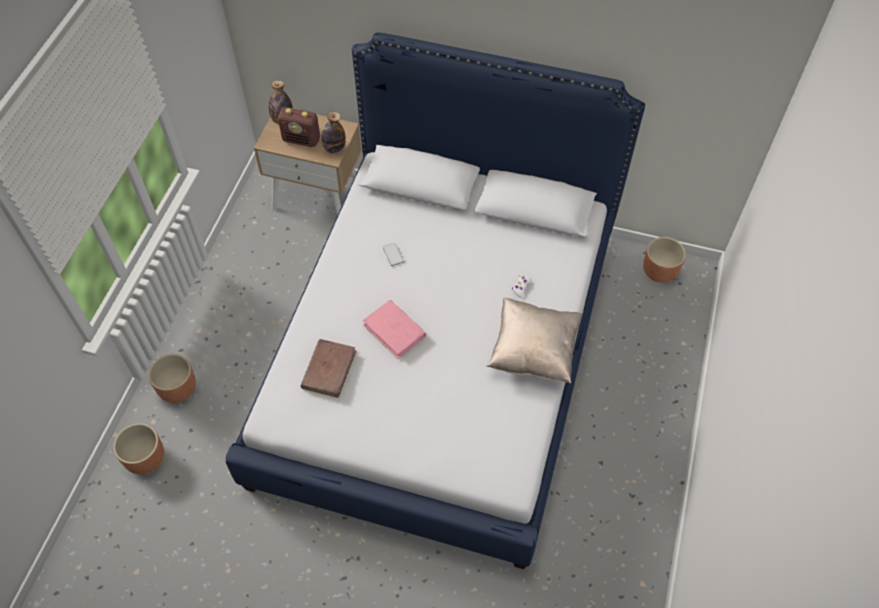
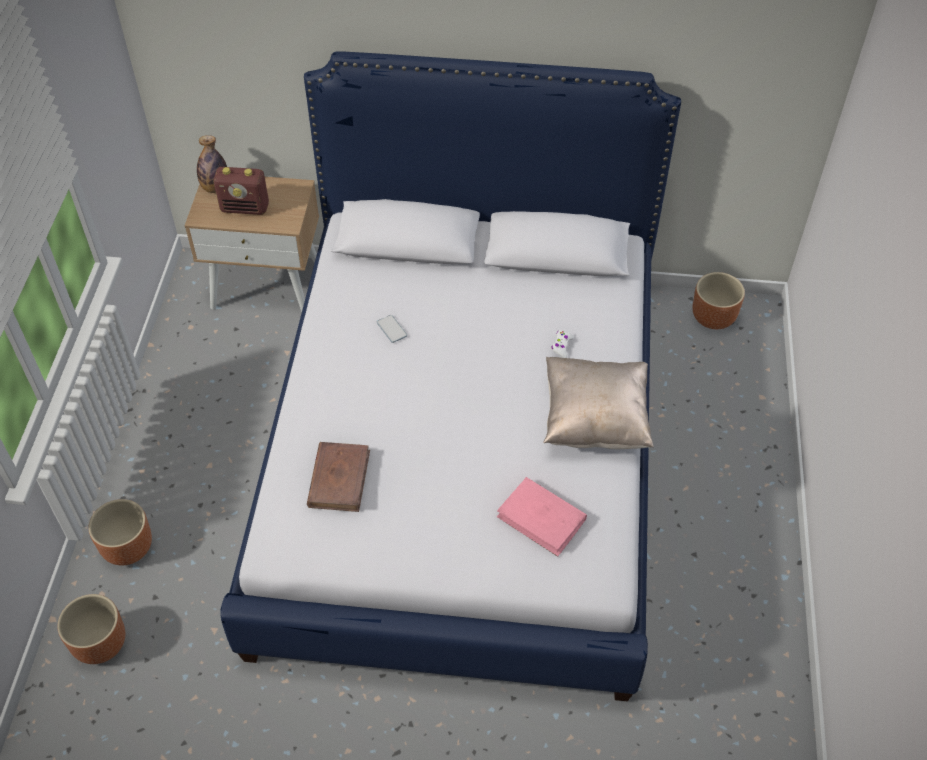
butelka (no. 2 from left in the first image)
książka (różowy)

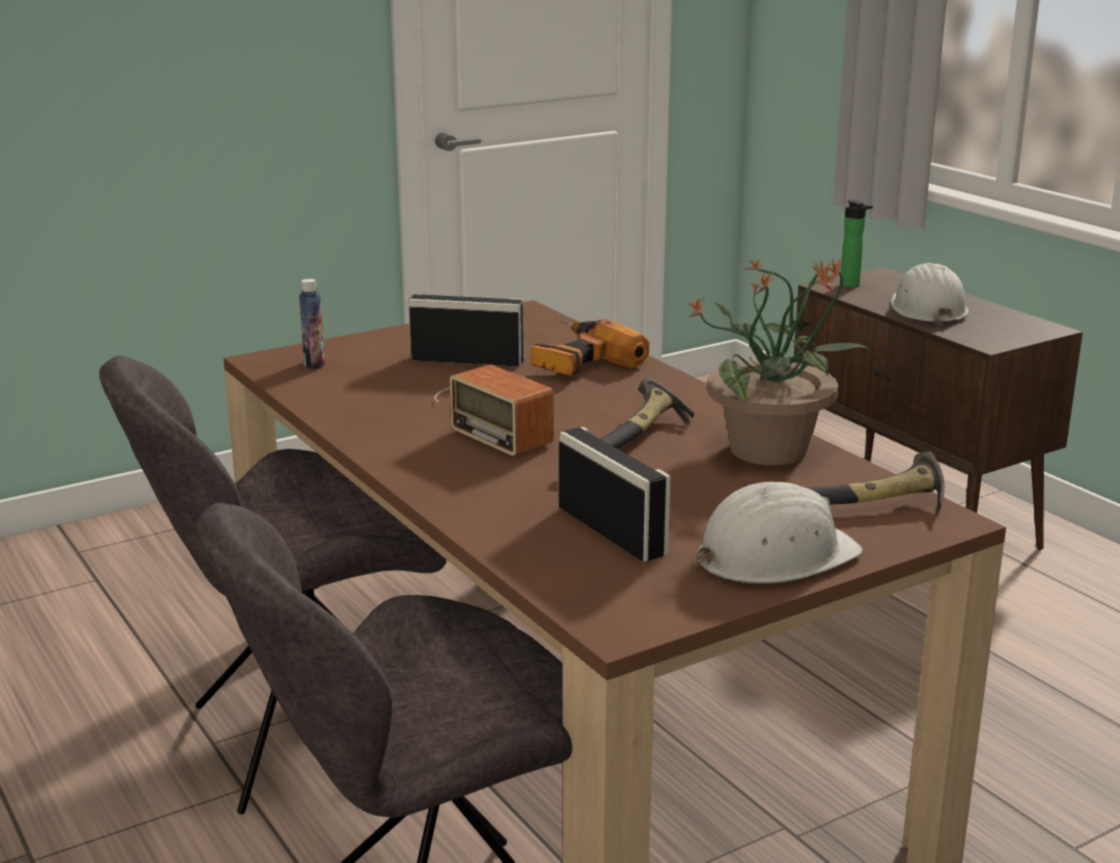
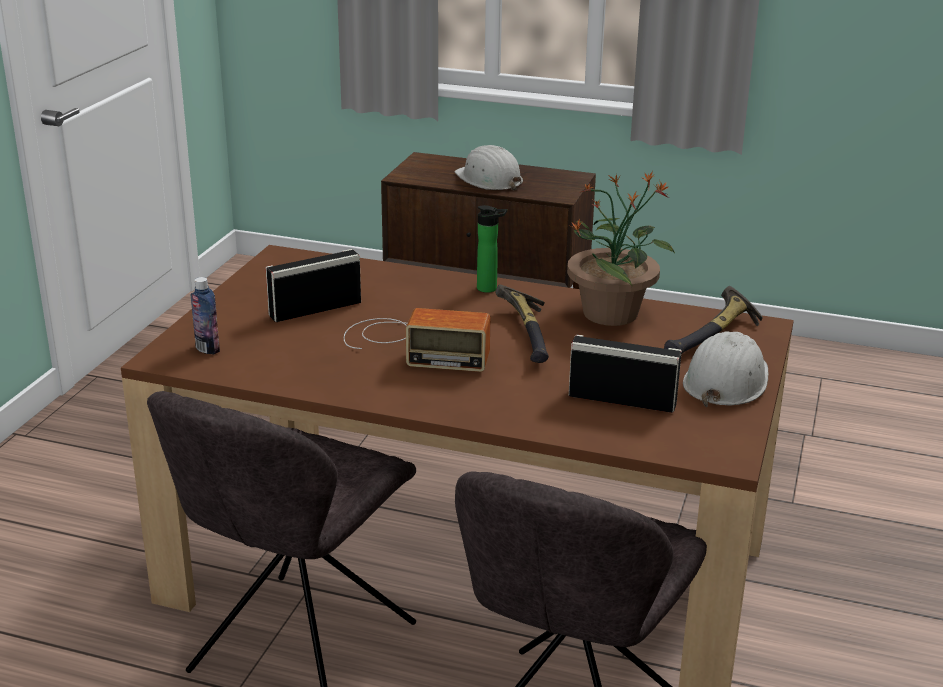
wiertarka
butelka (no. 2 from left)

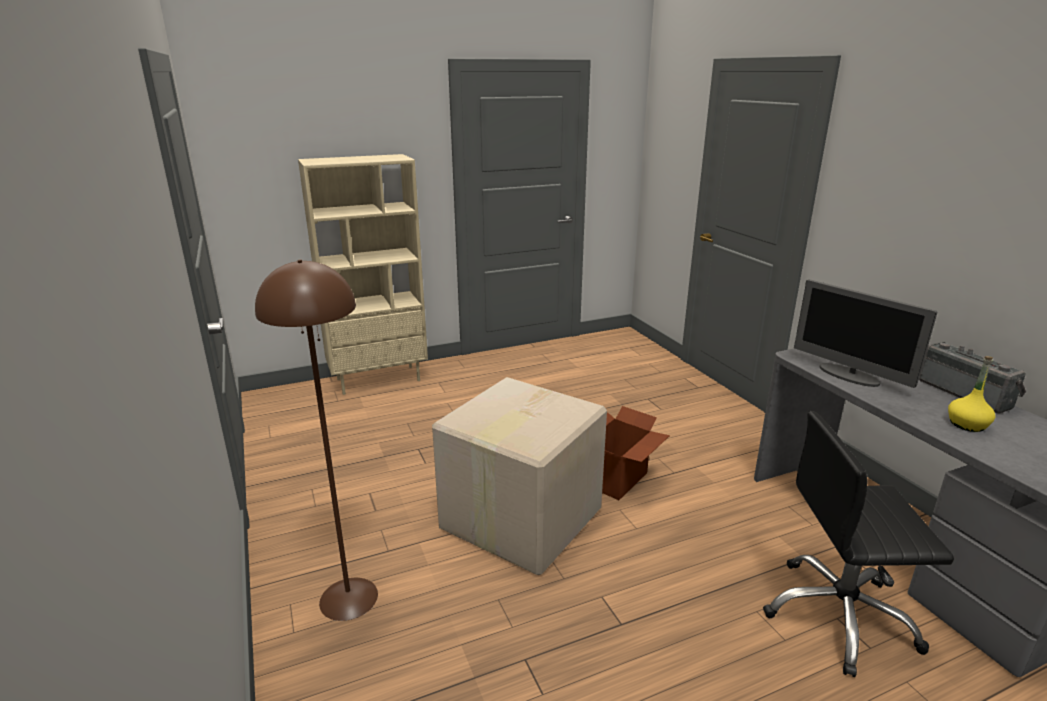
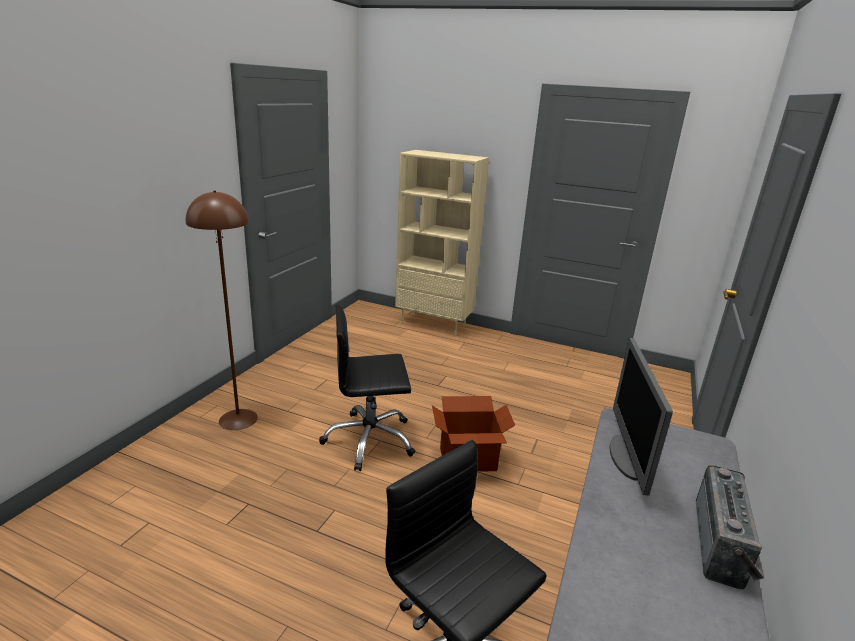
krzesło biurowe (czarny) (no. 1 from left)
butelka (żółty)

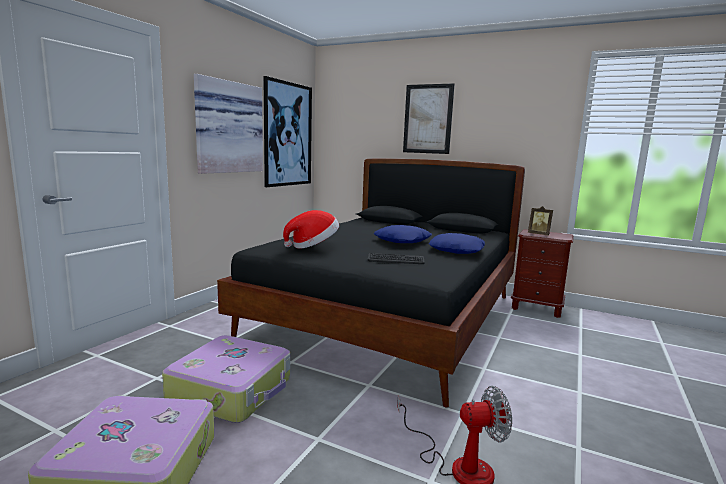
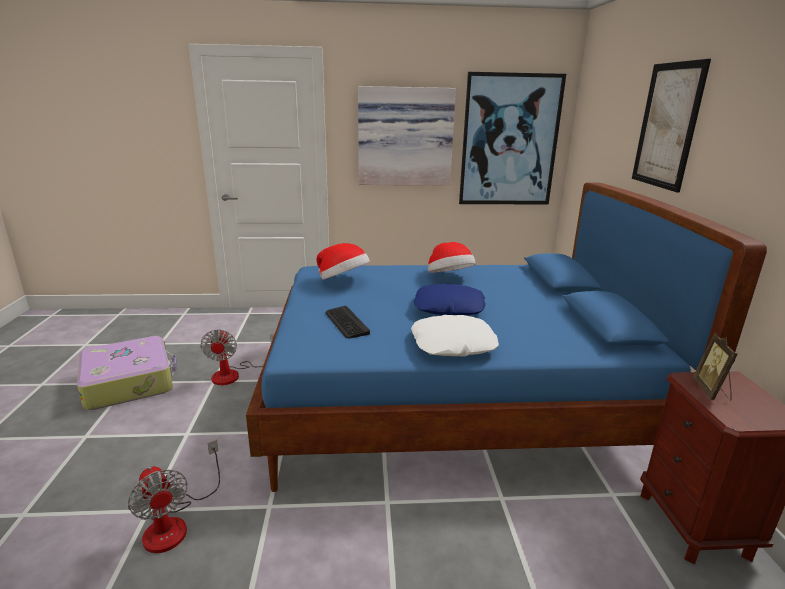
wentylator (no. 2 from left)
łóżko (niebieski)
poduszka (biały)
kapelusz (no. 2 from left)

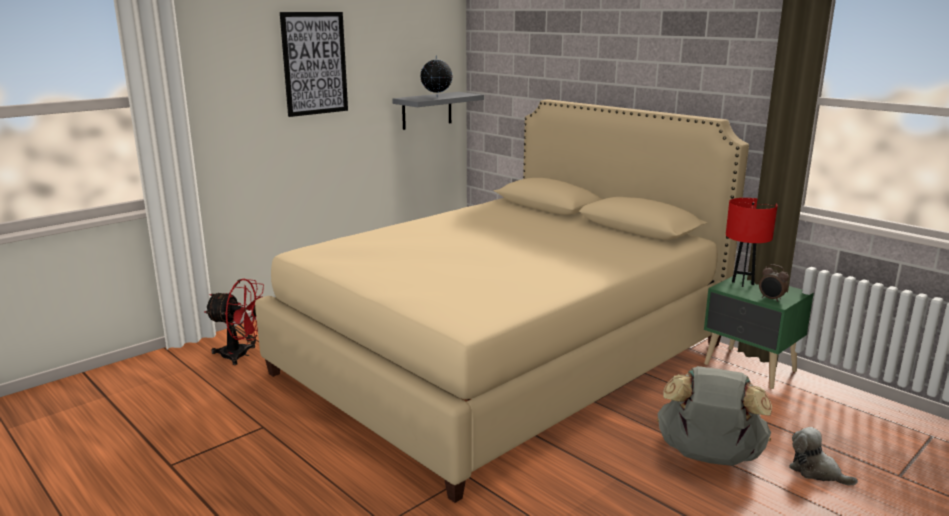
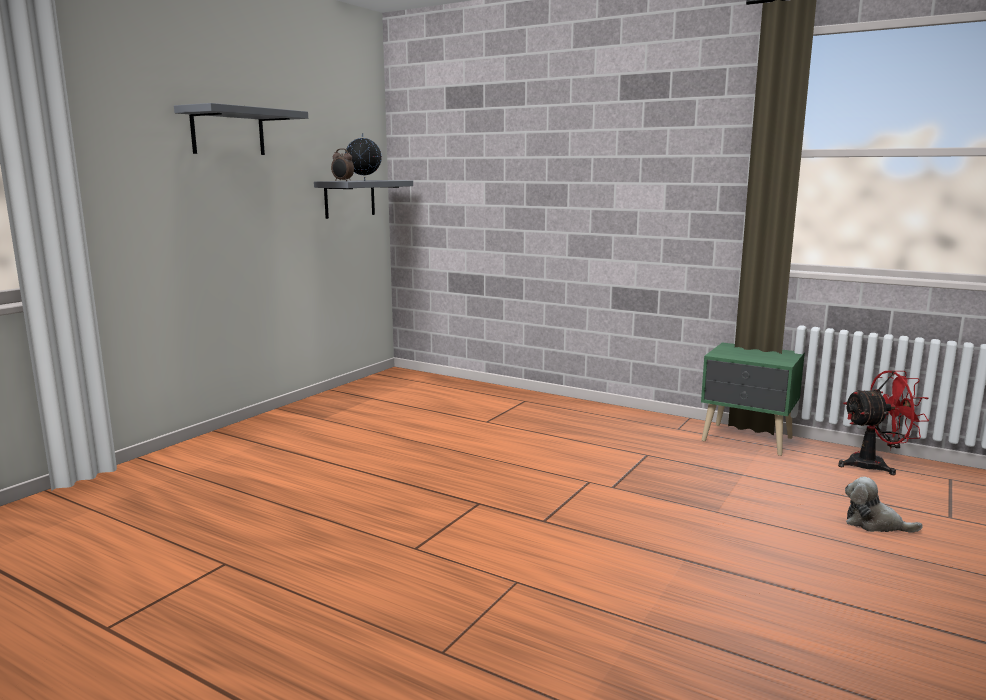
wentylator (czerwony)
łóżko (beżowy)
półka (szary) (no. 1 from left)
plecak (szary)
lampa stołowa (czerwony)
budzik

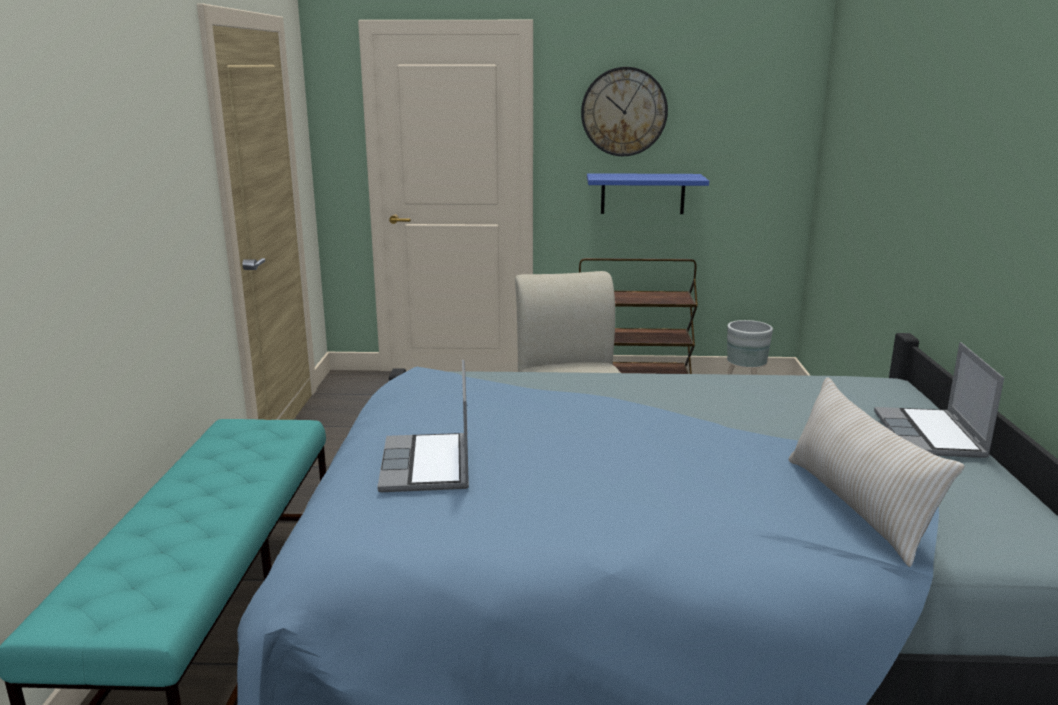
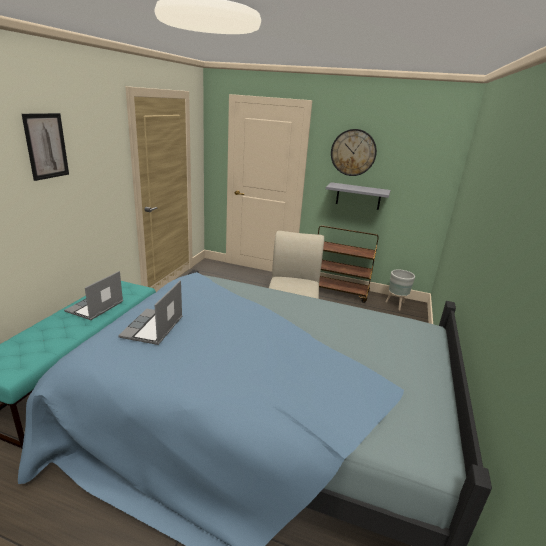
półka (szary)
poduszka (beżowy)
laptop (no. 1 from left)
obraz

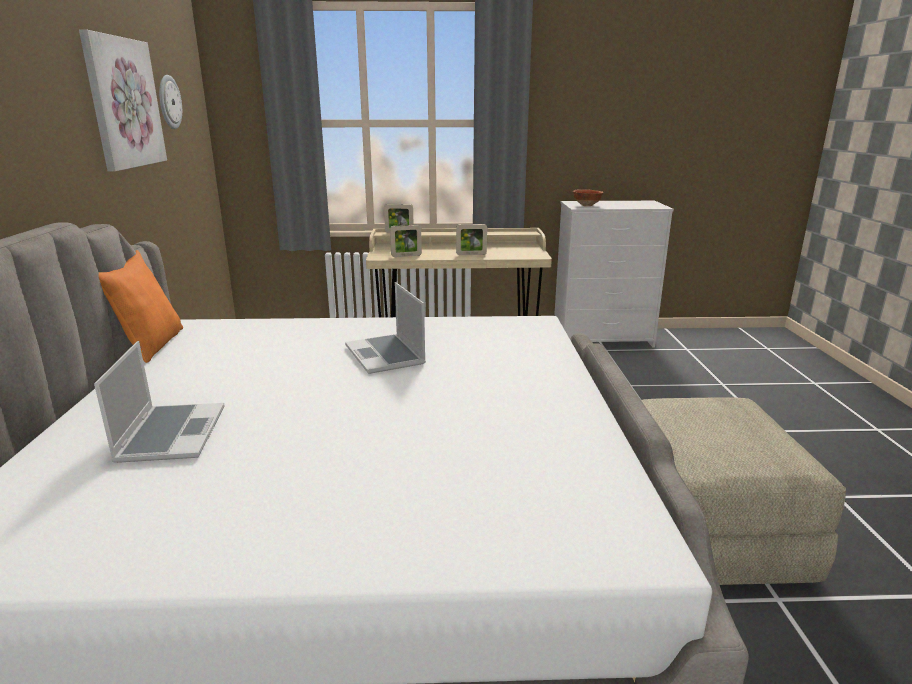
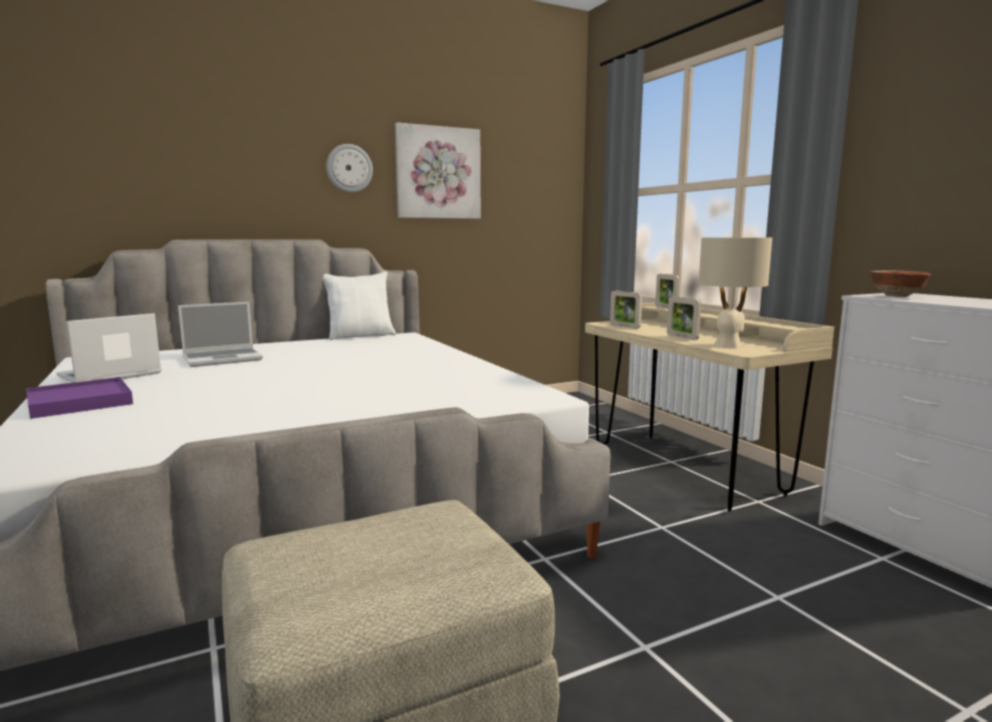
poduszka (biały)
zegar ścienny
laptop (no. 1 from left)
taca (fioletowy)
lampa stołowa (beżowy)

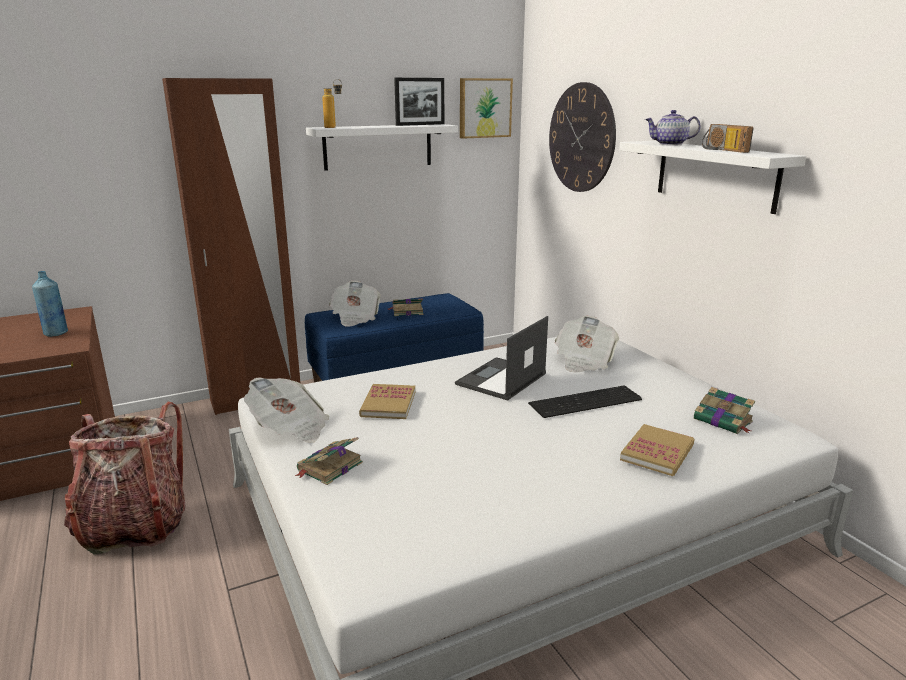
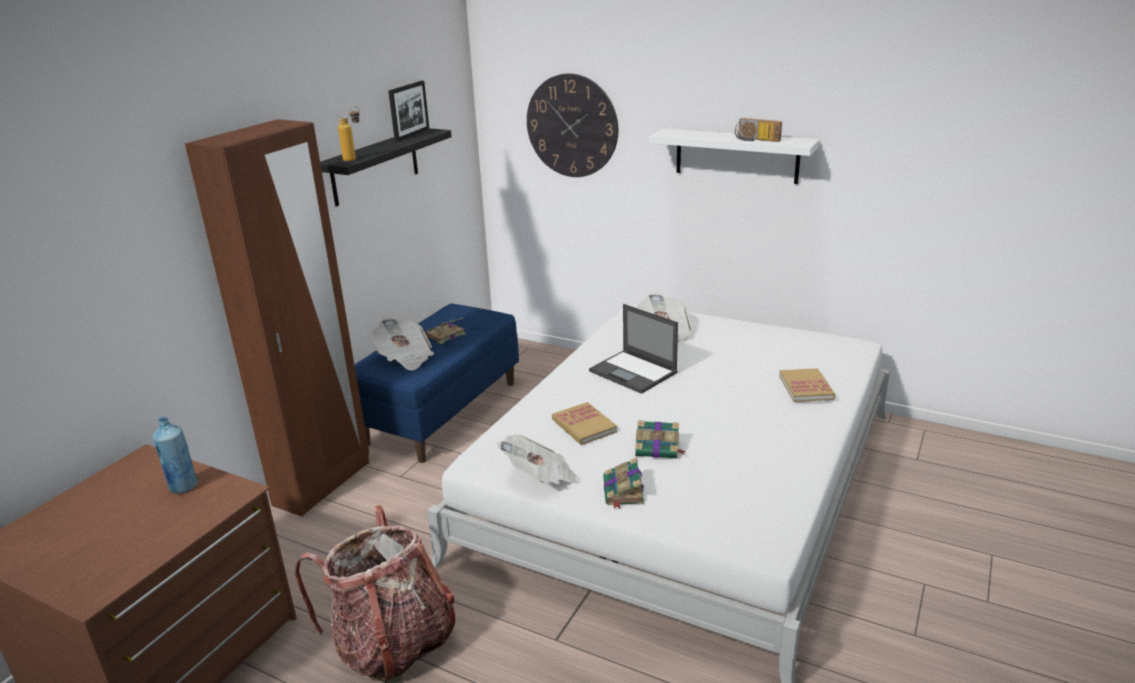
półka (czarny)
laptop
obraz
klawiatura
imbryk
książka (no. 4 from left)

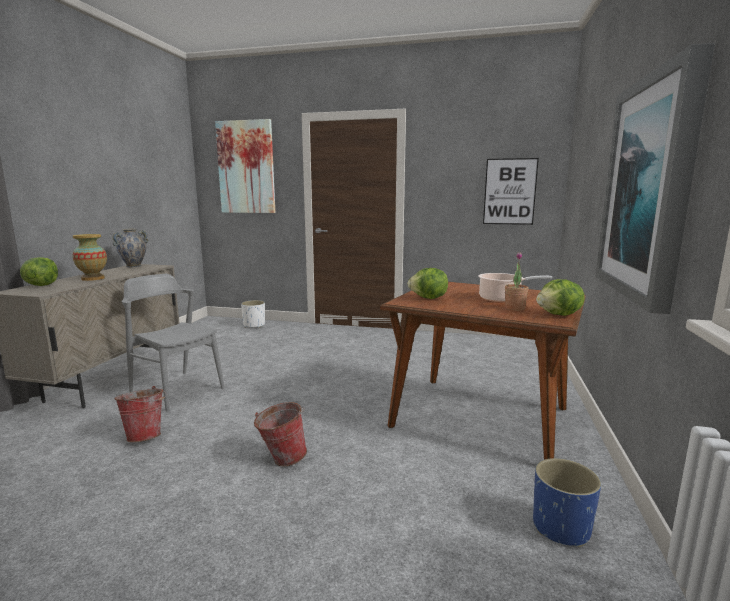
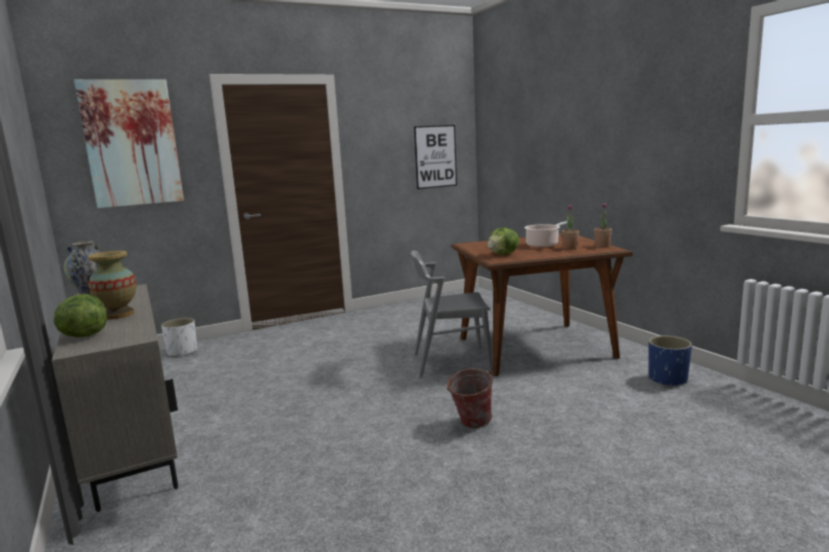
wiadro (no. 1 from left in the first image)
krzesło (szary)
roślina doniczkowa (no. 2 from left)
obraz (no. 3 from left in the first image)

